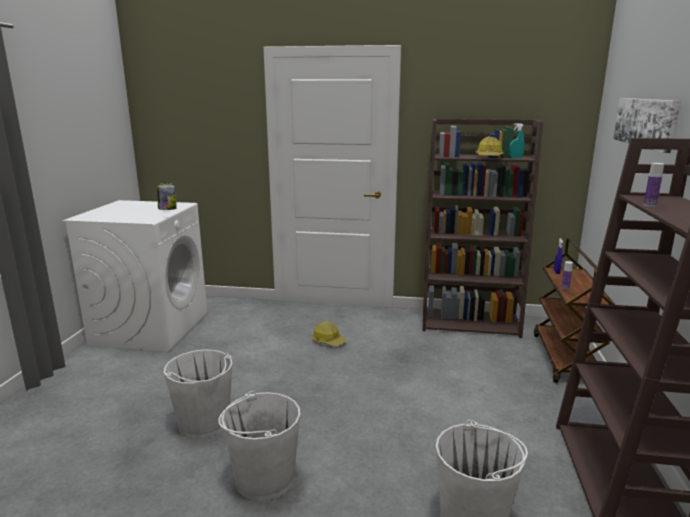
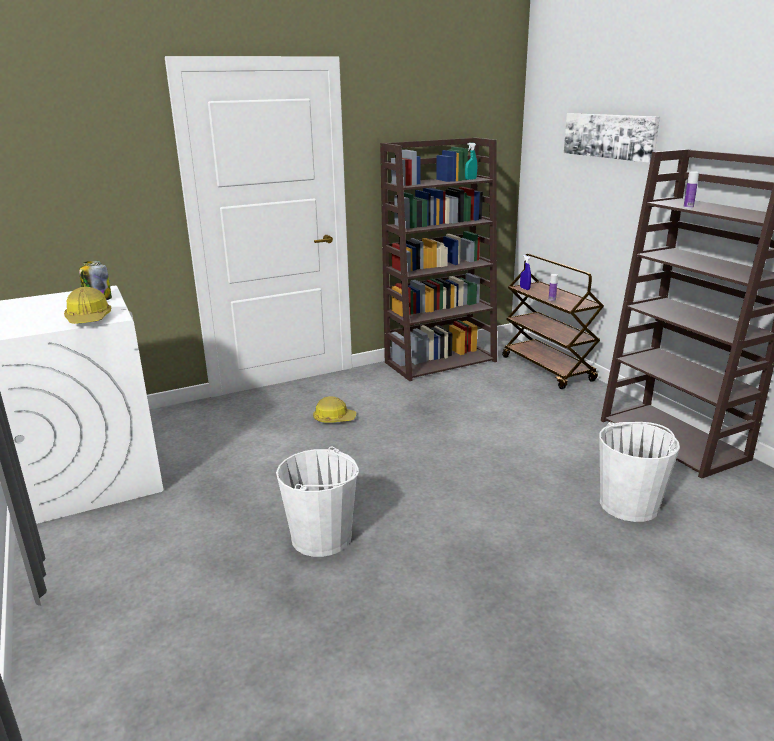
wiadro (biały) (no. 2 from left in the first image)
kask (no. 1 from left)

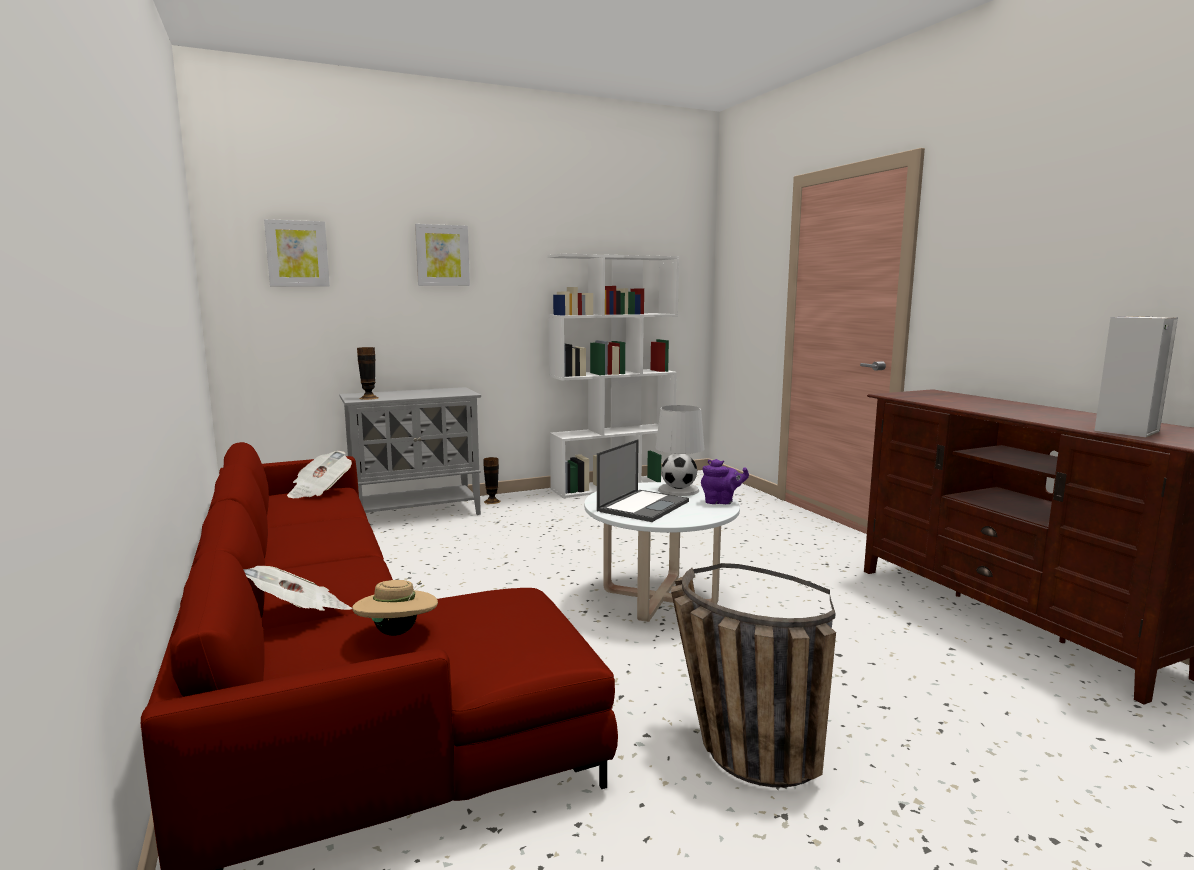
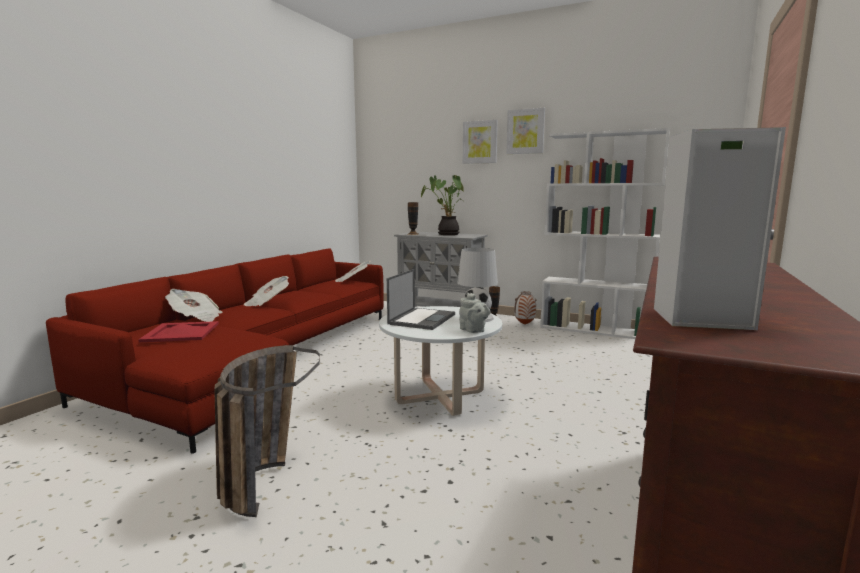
obraz (no. 2 from left)
taca (czerwony)
laptop
imbryk (szary)
gazeta (no. 2 from left)
roślina doniczkowa
wazon (no. 3 from left)

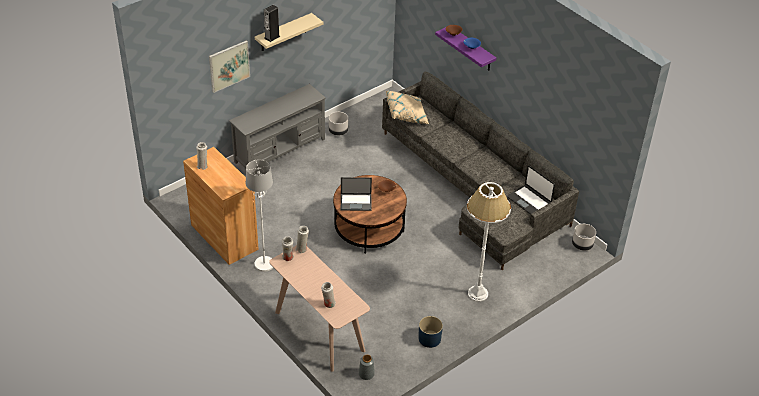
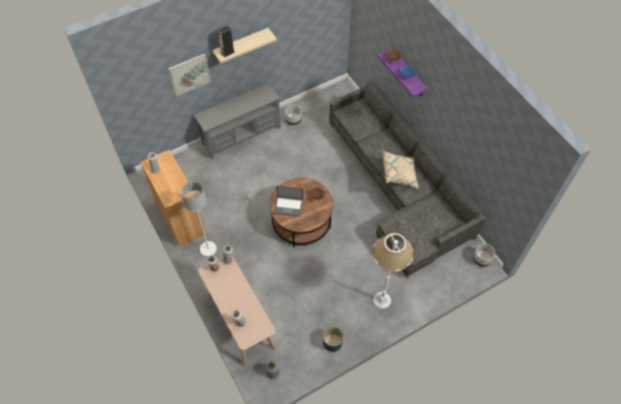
poduszka (beżowy)
laptop (no. 2 from left in the first image)

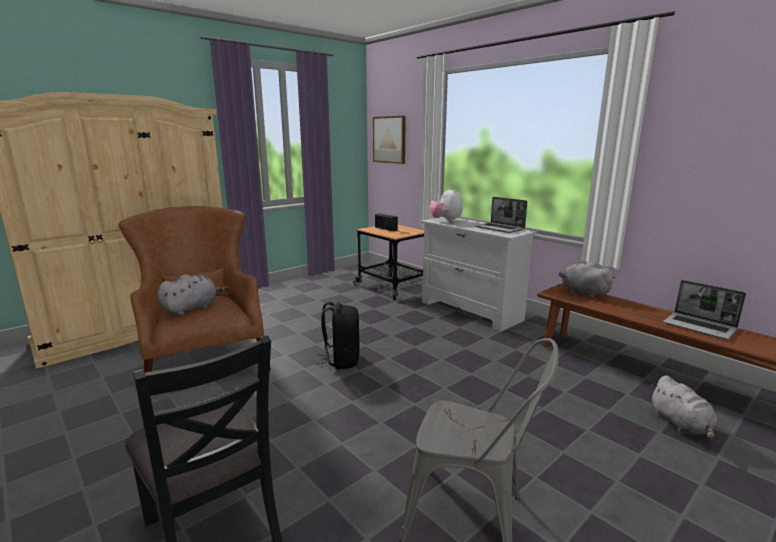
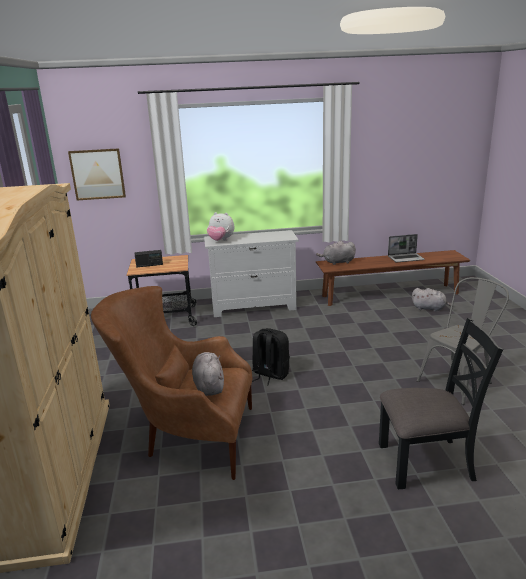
laptop (no. 1 from left in the first image)

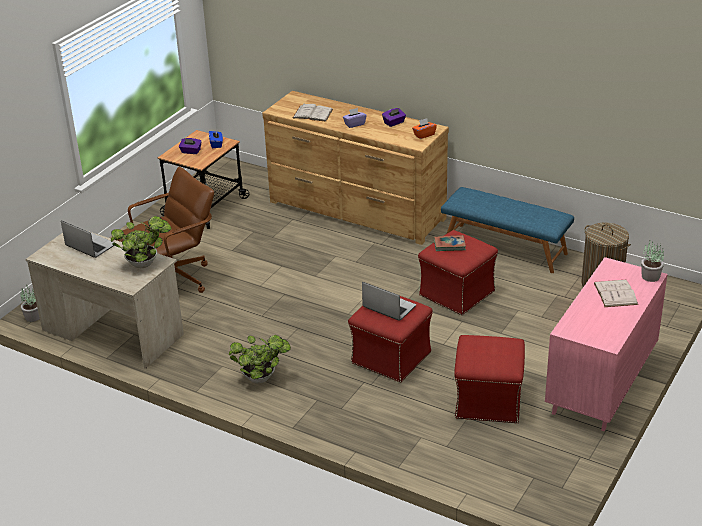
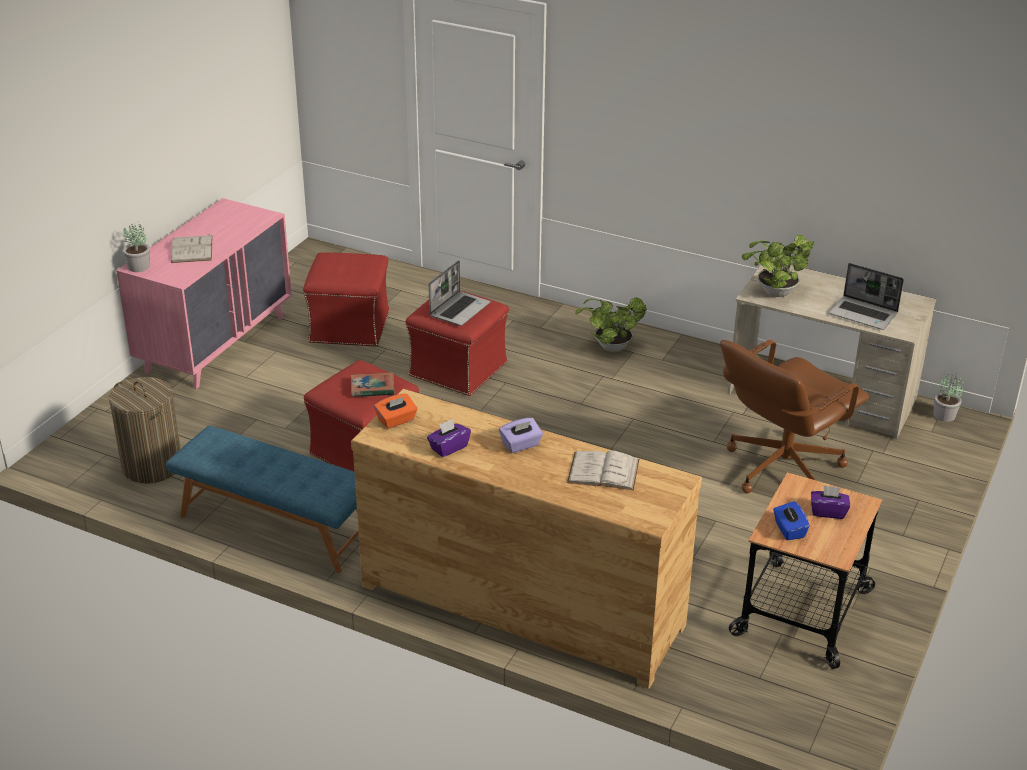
laptop (no. 1 from left)

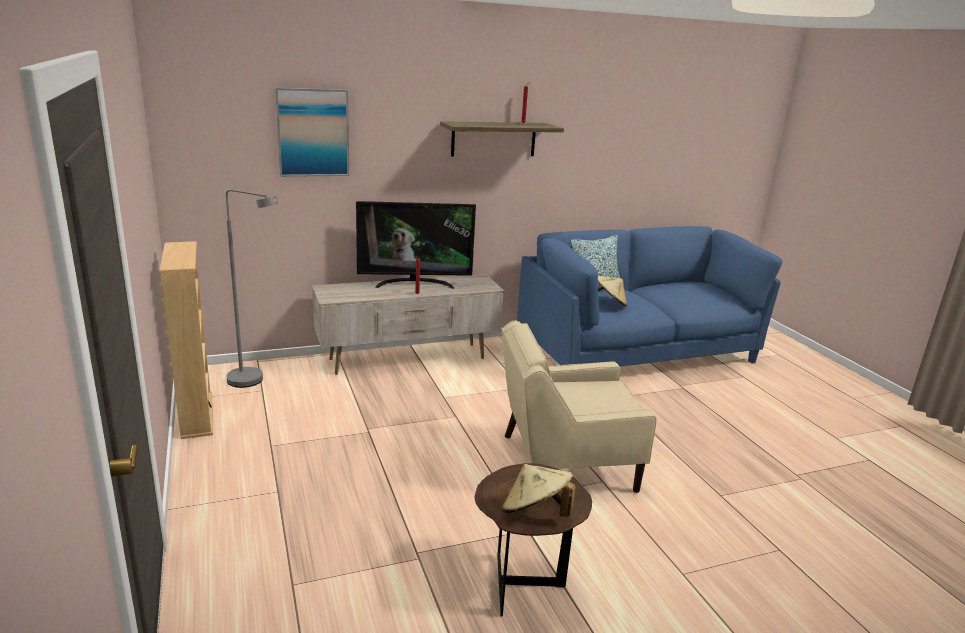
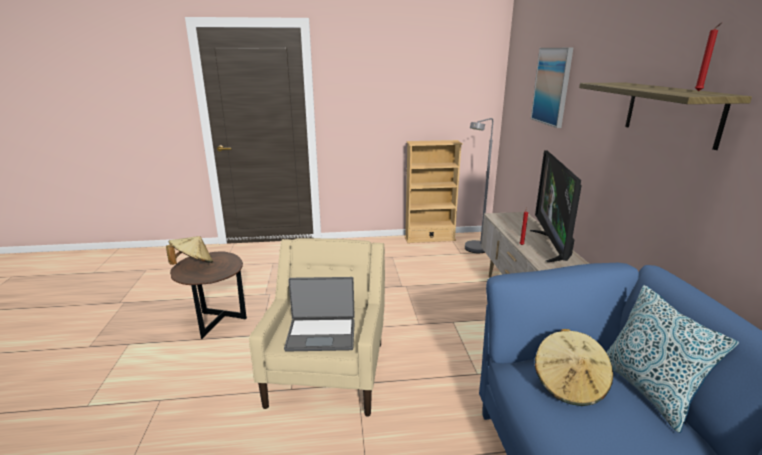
laptop

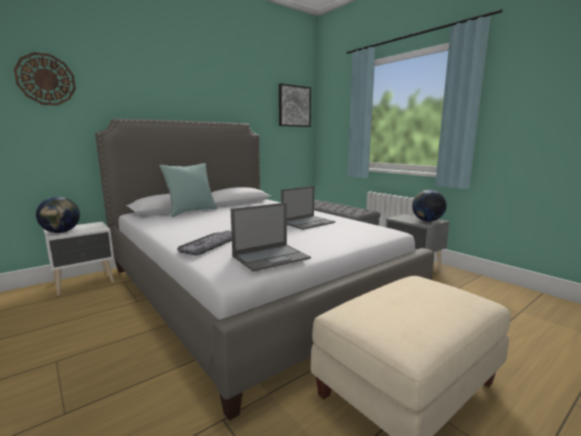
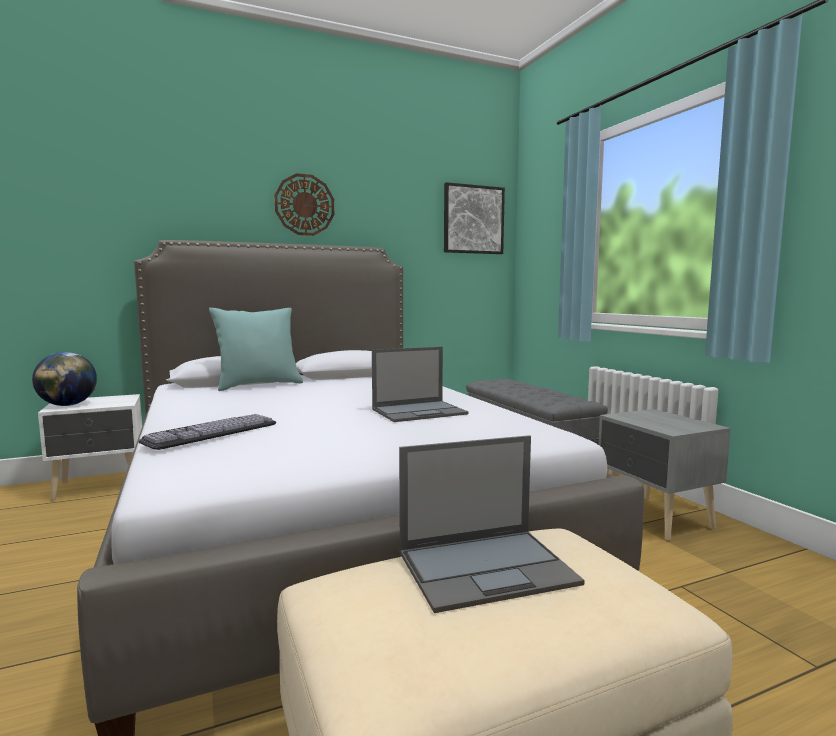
zegar ścienny
laptop (no. 2 from left)
globus (no. 2 from left in the first image)

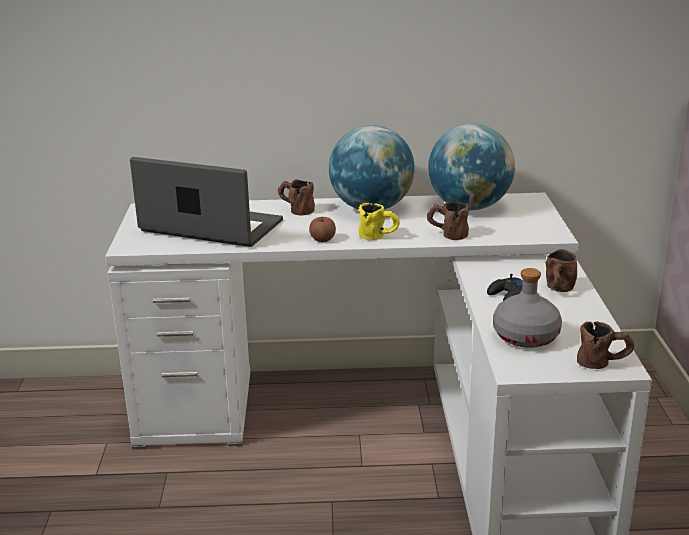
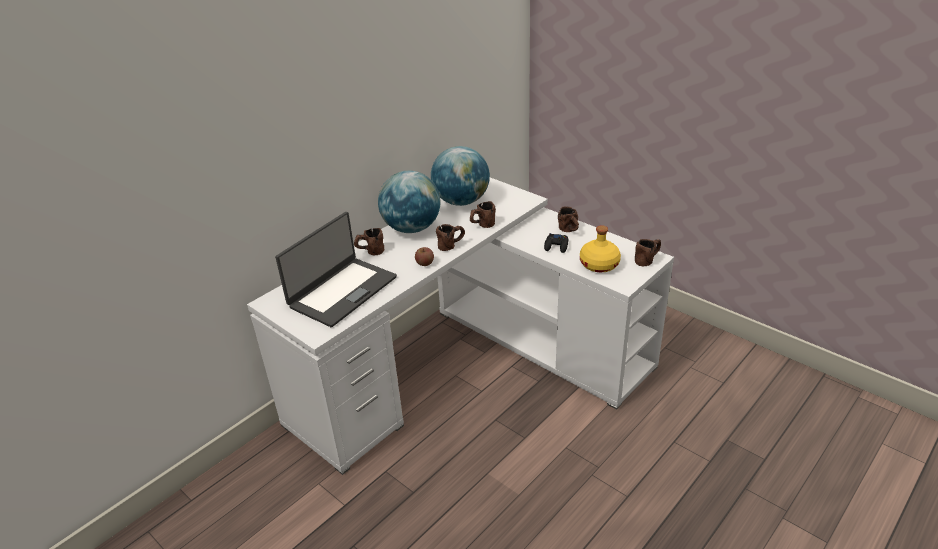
laptop
kubek (brązowy) (no. 2 from left)
butelka (żółty)

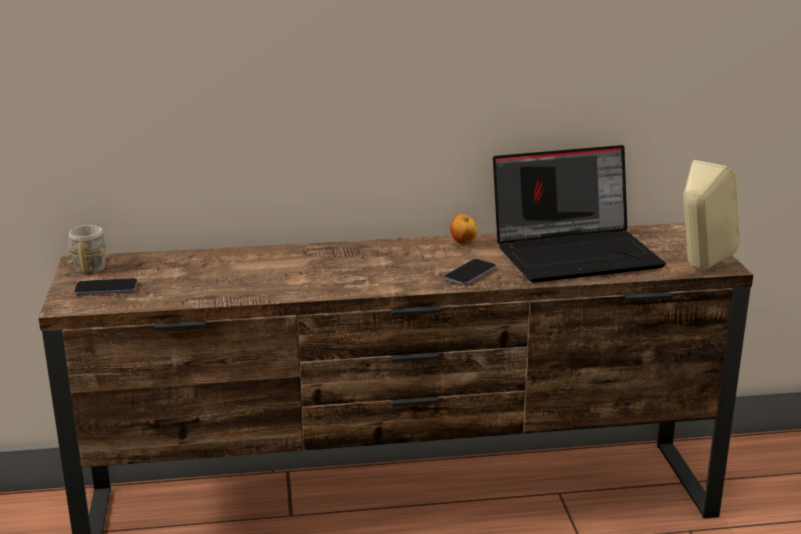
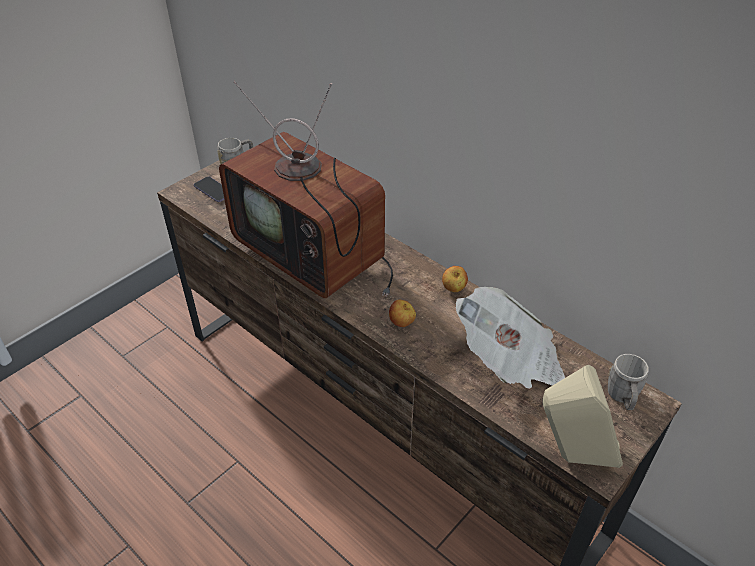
jabłko (no. 1 from left)
gazeta
telewizor
kubek (szary) (no. 2 from left)

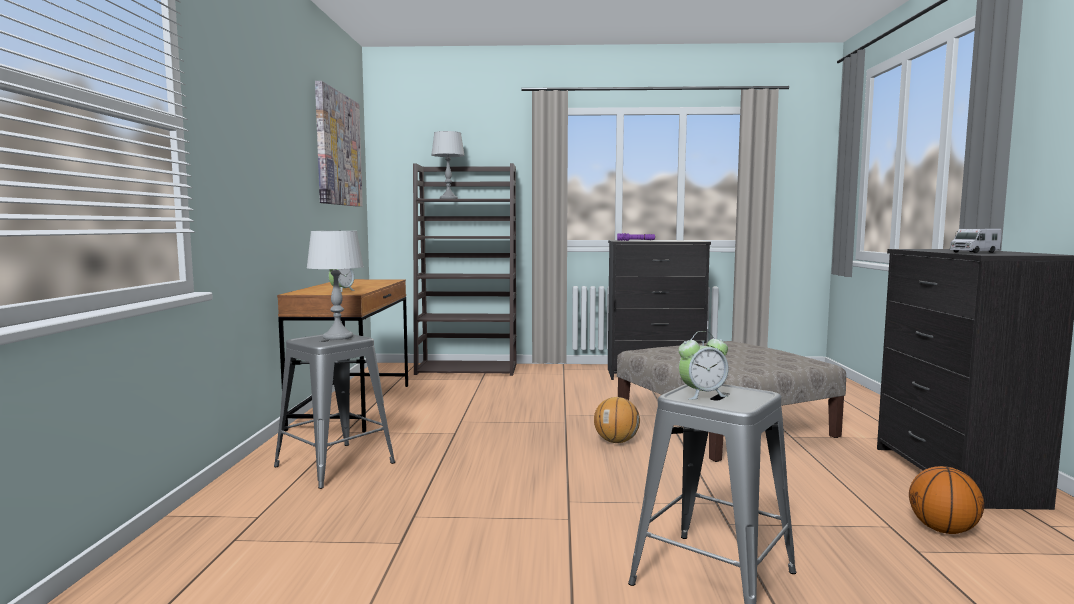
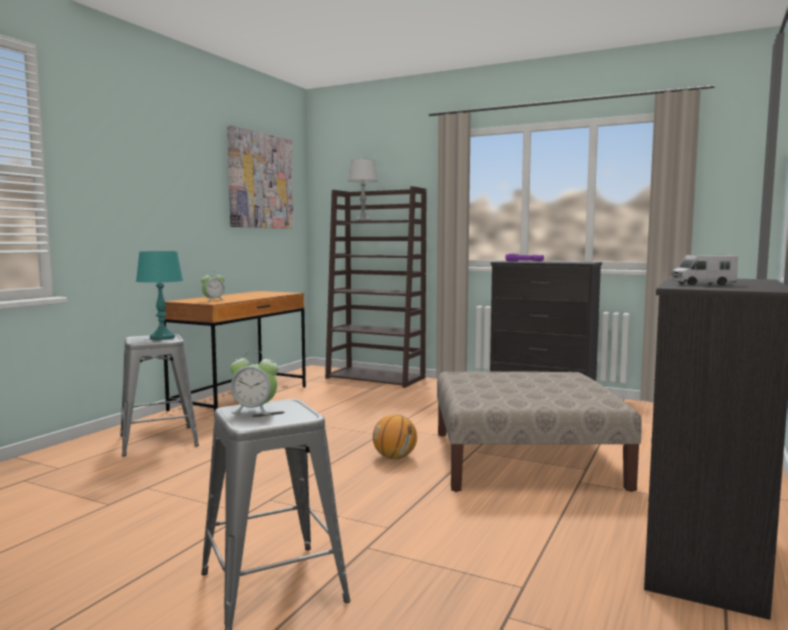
lampa stołowa (turkusowy)
piłka do koszykówki (no. 2 from left in the first image)

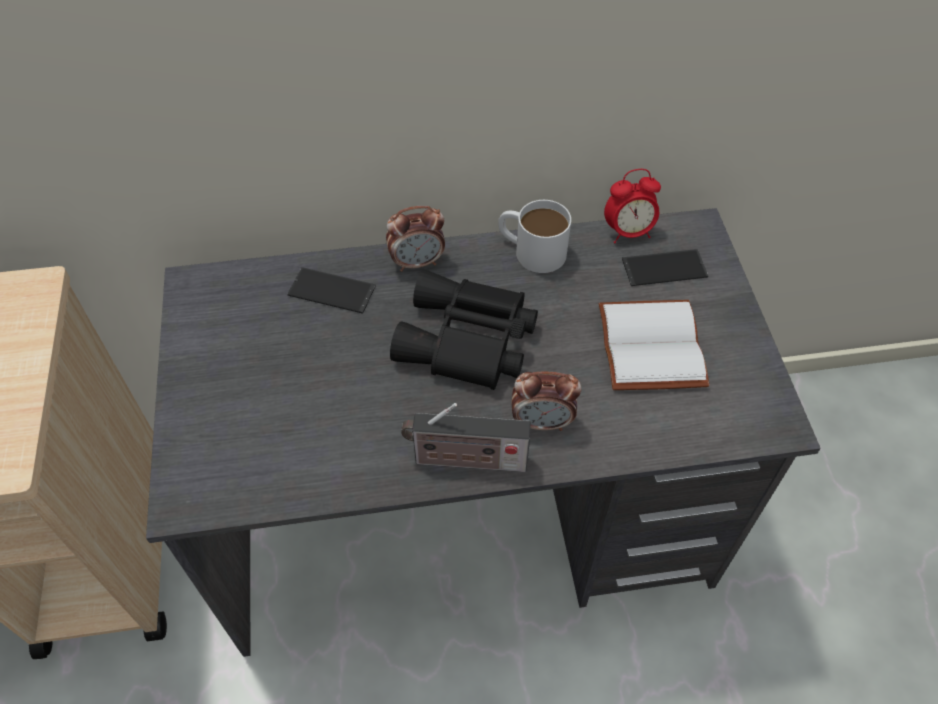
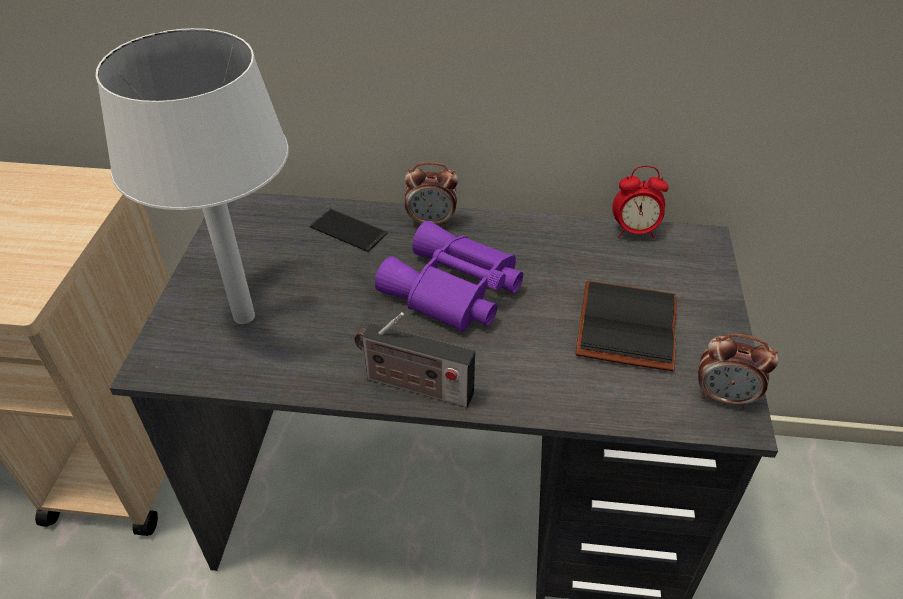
lornetka (fioletowy)
kubek (biały)
budzik (no. 3 from left)
książka (czarny)
telefon (no. 2 from left in the first image)
lampa stołowa (biały)

